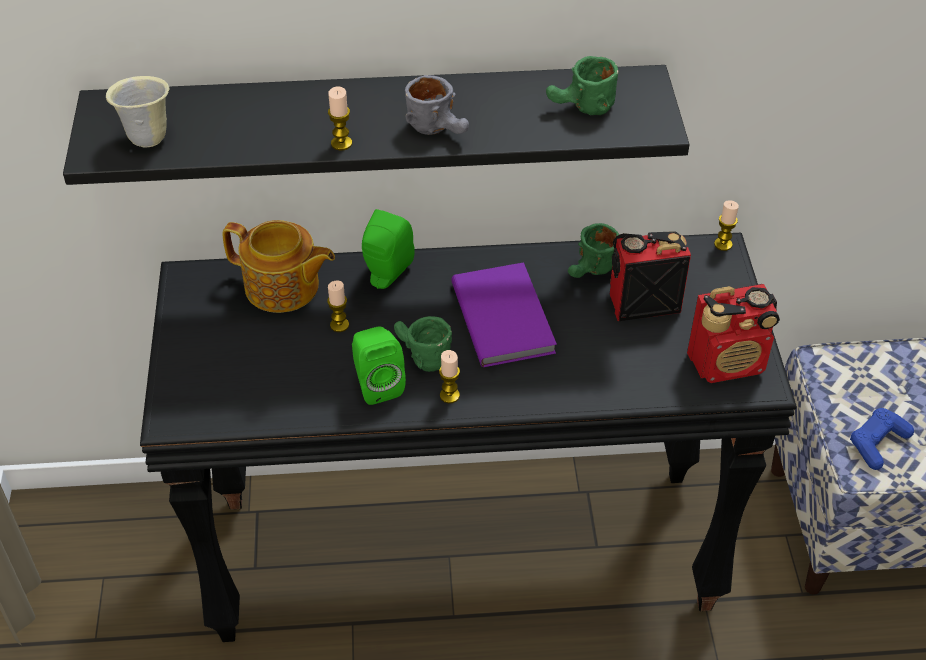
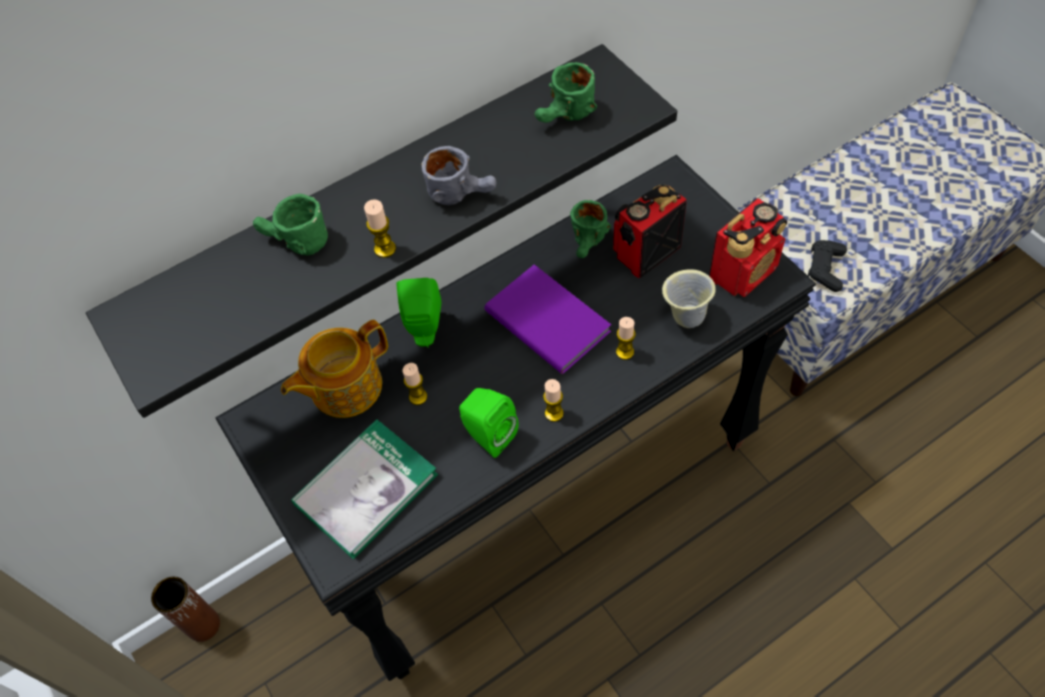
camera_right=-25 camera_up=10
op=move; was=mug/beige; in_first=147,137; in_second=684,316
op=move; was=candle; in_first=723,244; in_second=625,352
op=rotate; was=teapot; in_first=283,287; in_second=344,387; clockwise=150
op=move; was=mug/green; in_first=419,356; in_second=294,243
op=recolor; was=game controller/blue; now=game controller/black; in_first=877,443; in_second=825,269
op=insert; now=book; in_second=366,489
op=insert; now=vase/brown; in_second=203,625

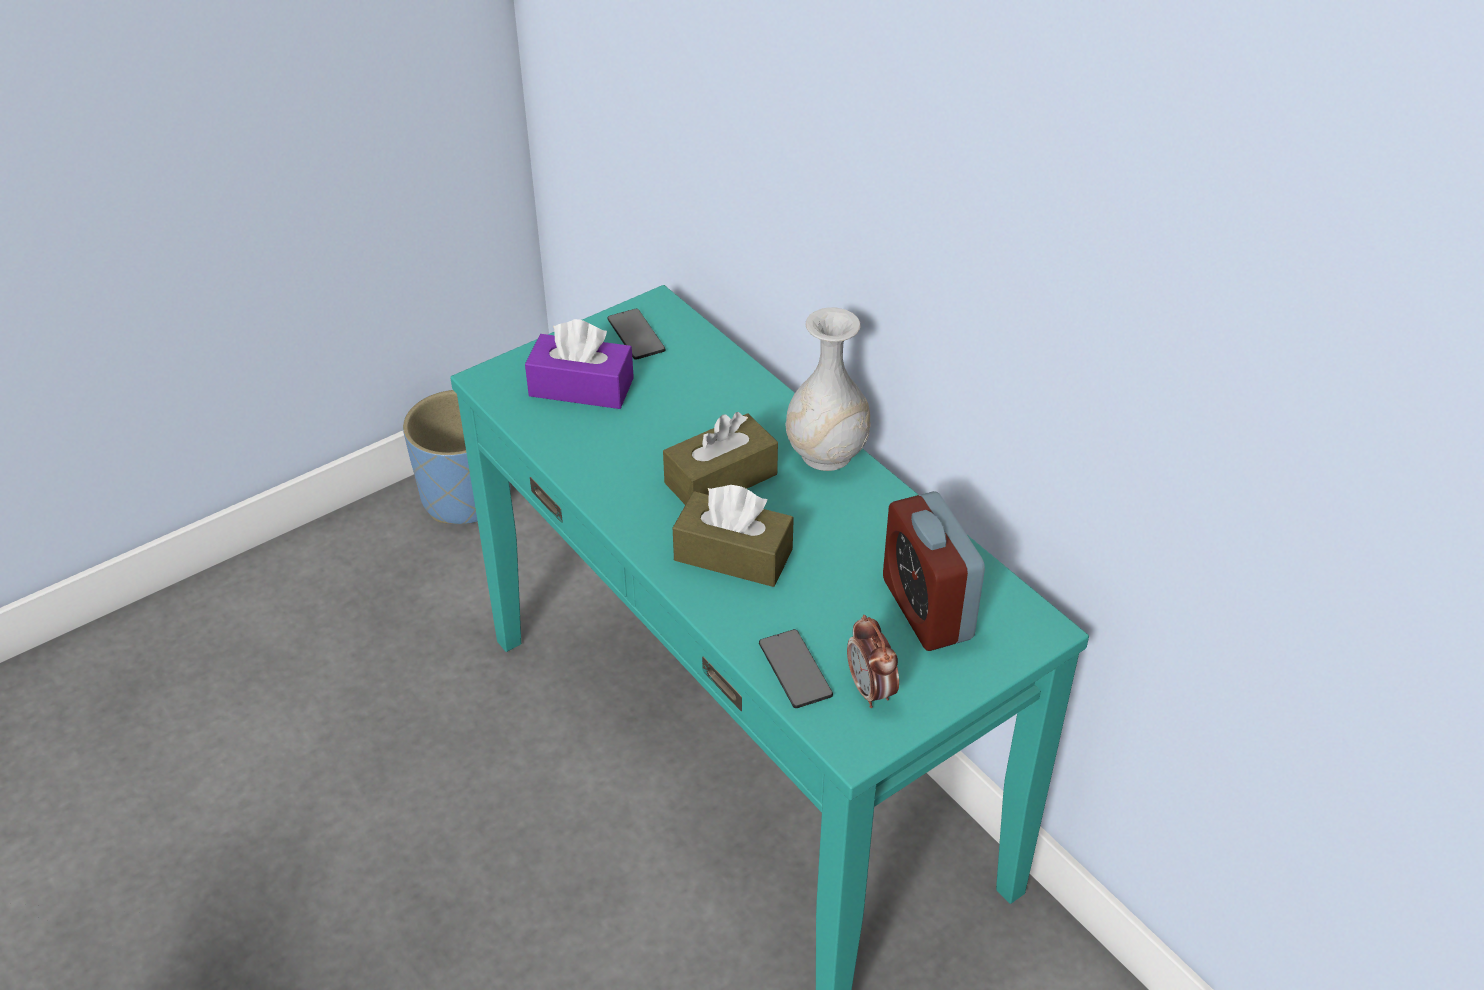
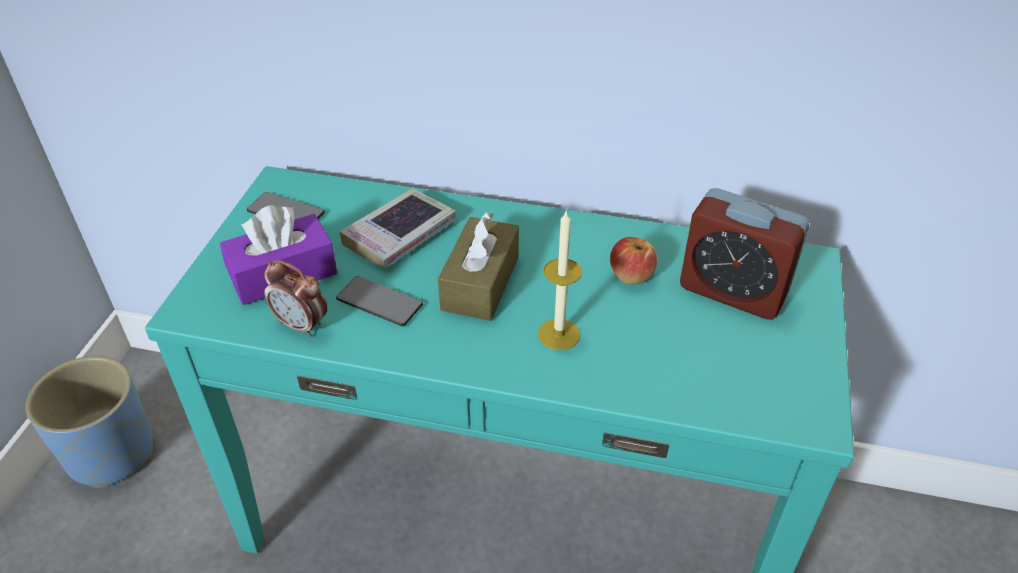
camera_right=-40 camera_up=0
op=delete; was=vase/white; in_first=827,454
op=replace; was=tissue box/brown; now=candle; in_first=733,555; in_second=559,334
op=move; was=alarm clock; in_first=871,690; in_second=302,325
op=move; was=phone; in_first=795,670; in_second=379,302
op=insert; now=book; in_second=400,235
op=insert; now=apple; in_second=631,275

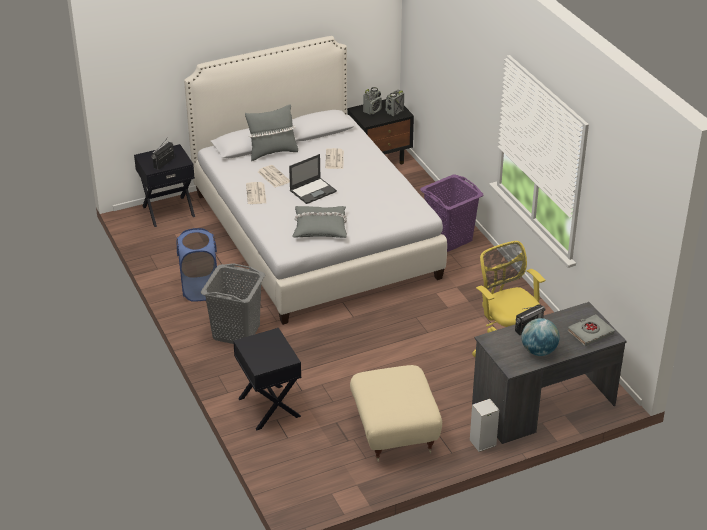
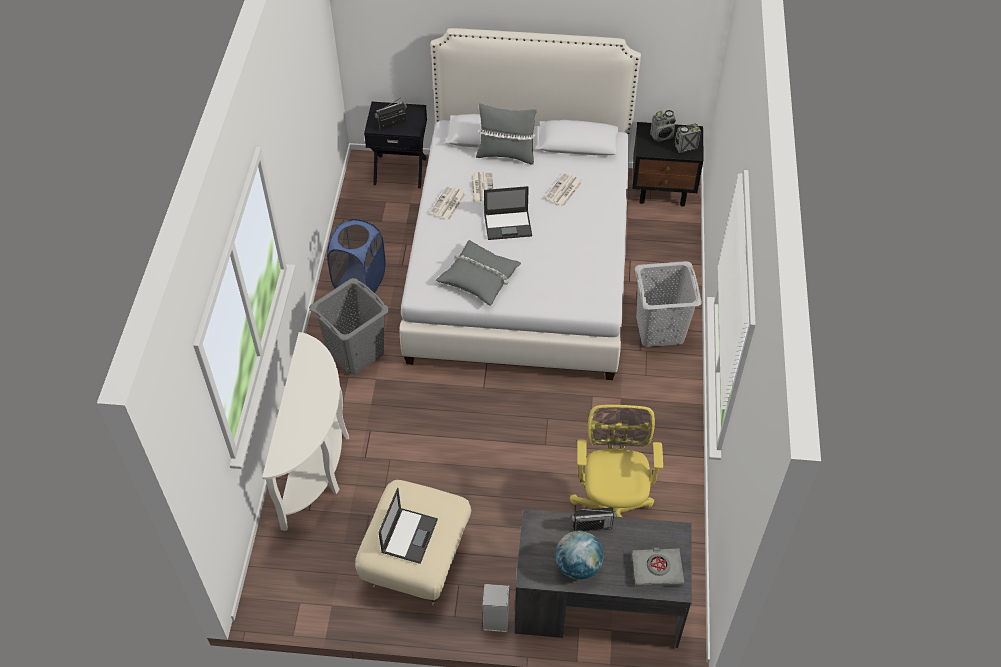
camera_right=30 camera_up=15
op=recolor; was=laundry basket/purple; now=laundry basket/grey; in_first=449,239; in_second=660,330
op=replace; was=nightstand/black; now=console table/white; in_first=268,407; in_second=318,462
op=insert; now=laptop; in_second=409,535

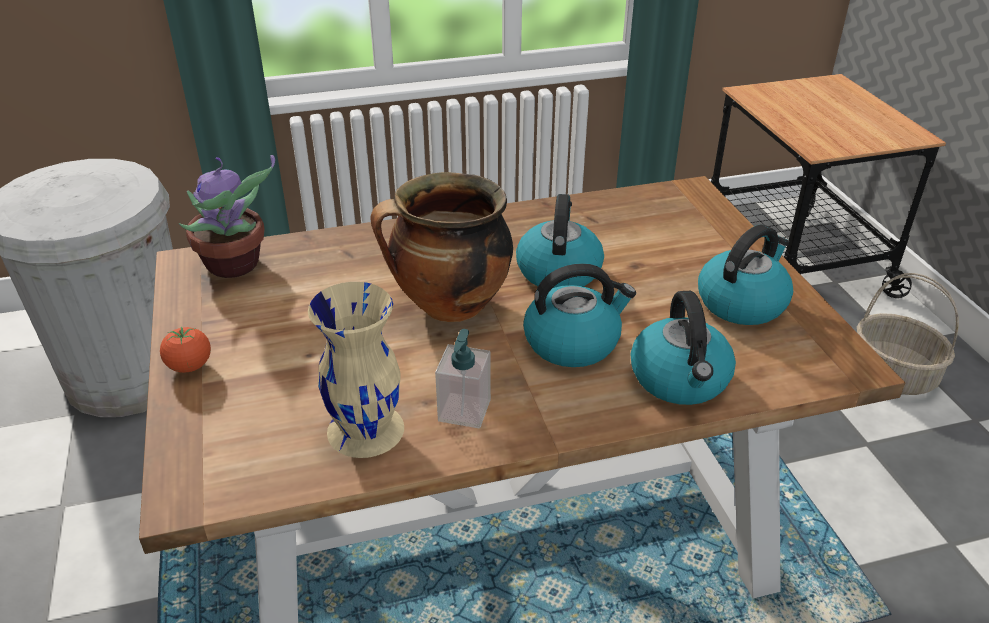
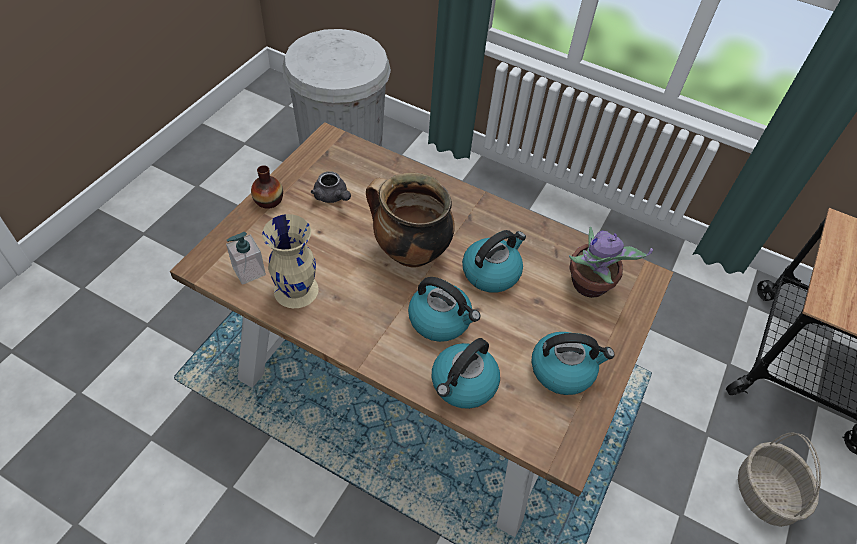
camera_right=40 camera_up=15
op=move; was=potted plant; in_first=235,266; in_second=589,286
op=replace; was=tomato; now=vase; in_first=190,366; in_second=268,200
op=move; was=soap dispenser; in_first=464,410; in_second=249,271
op=insert; now=teapot/grey; in_second=332,197

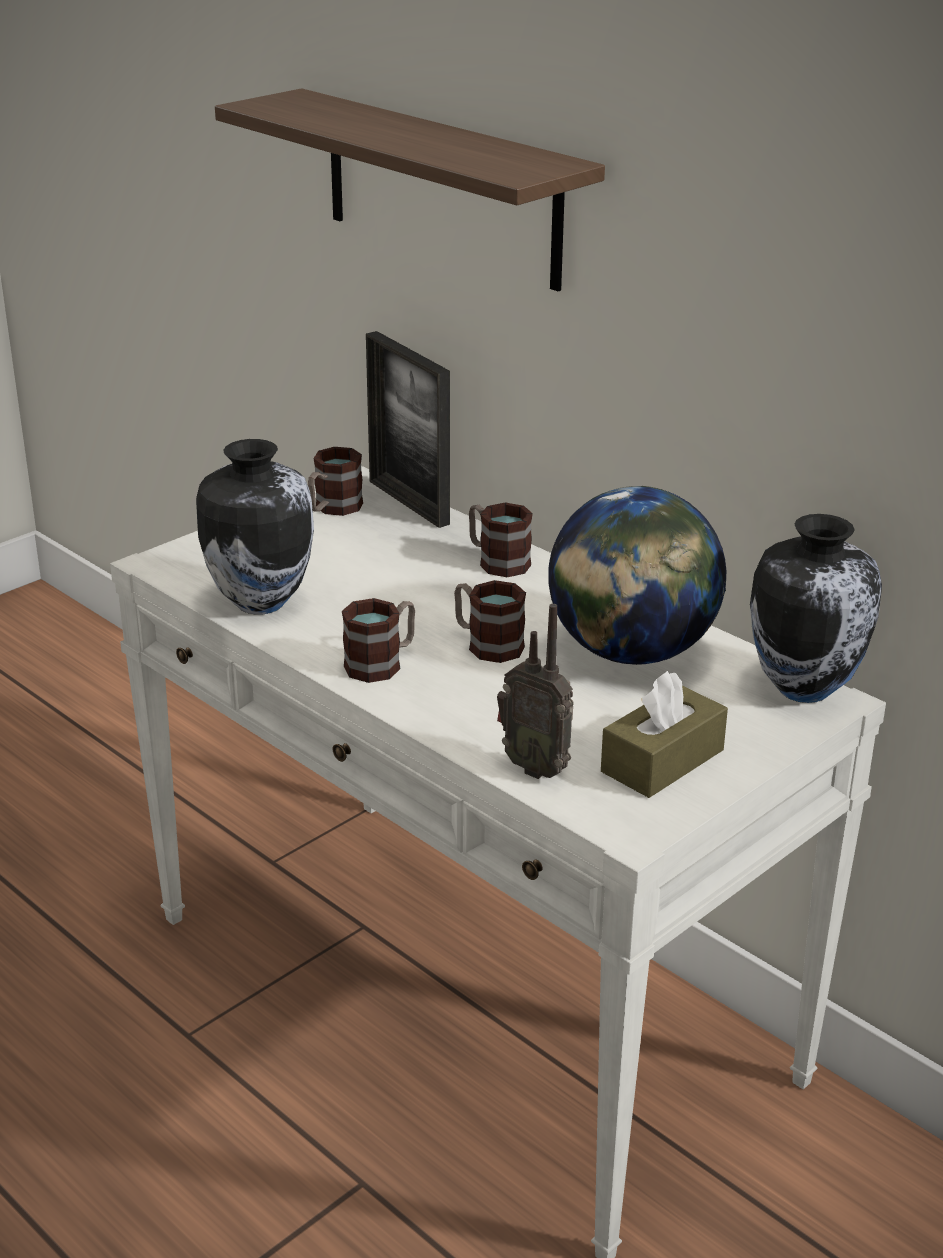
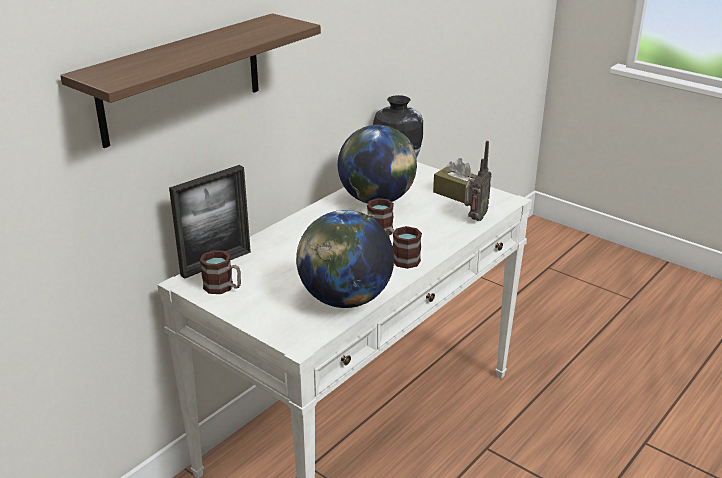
camera_right=-95 camera_up=0
op=replace; was=vase; now=globe; in_first=260,602; in_second=345,300
op=delete; was=mug; in_first=497,561

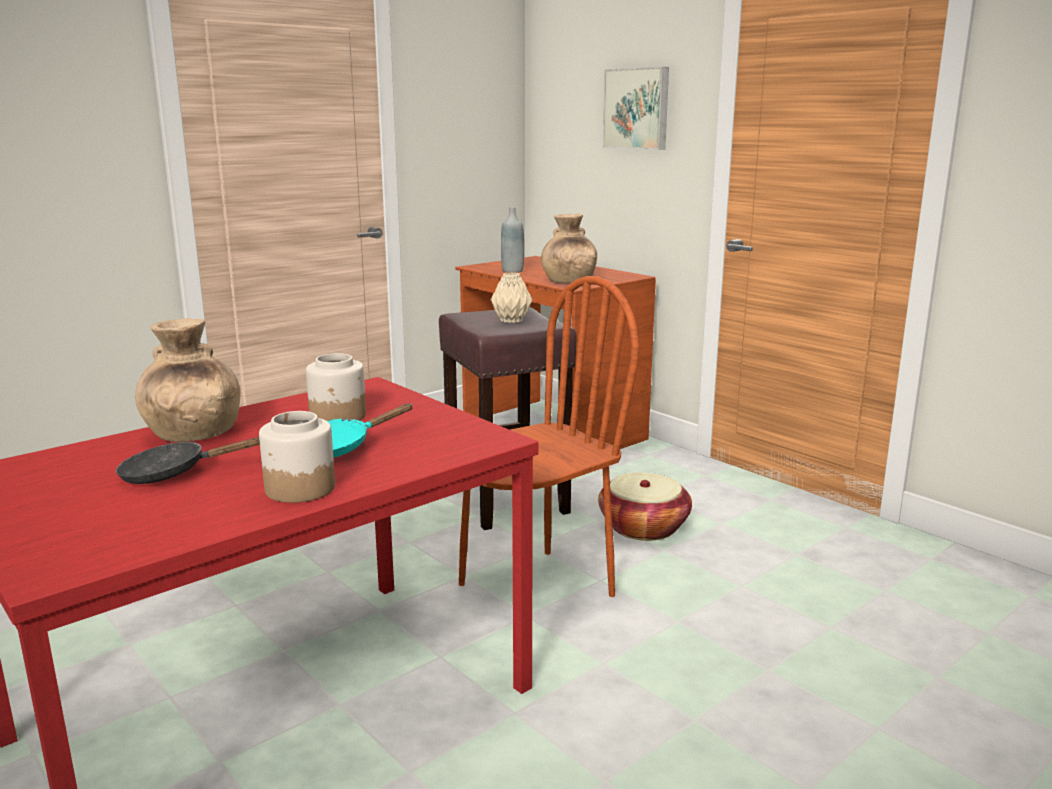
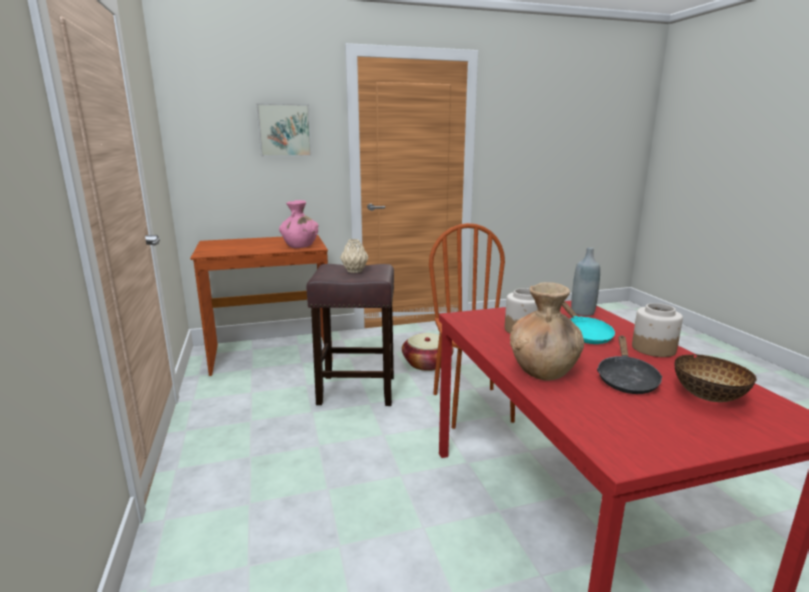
camera_right=-65 camera_up=0
op=move; was=bottle/grey; in_first=512,270; in_second=582,312
op=recolor; was=vase/brown; now=vase/pink; in_first=568,281; in_second=300,246
op=insert; now=bowl; in_second=709,397

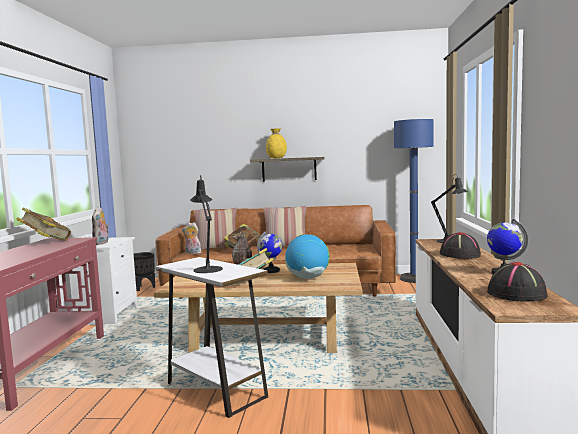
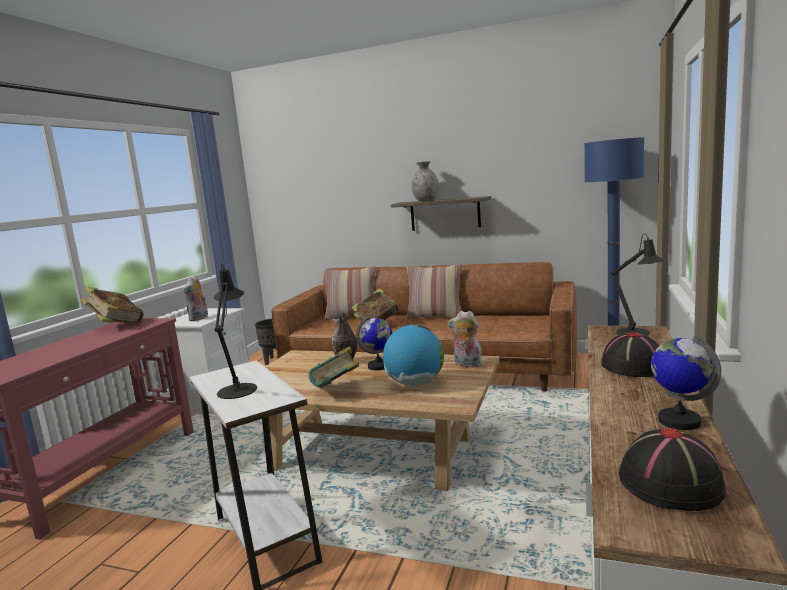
camera_right=15 camera_up=5
op=recolor; was=vase/yellow; now=vase/grey; in_first=276,158; in_second=426,200
op=move; was=plush toy; in_first=192,253; in_second=466,364

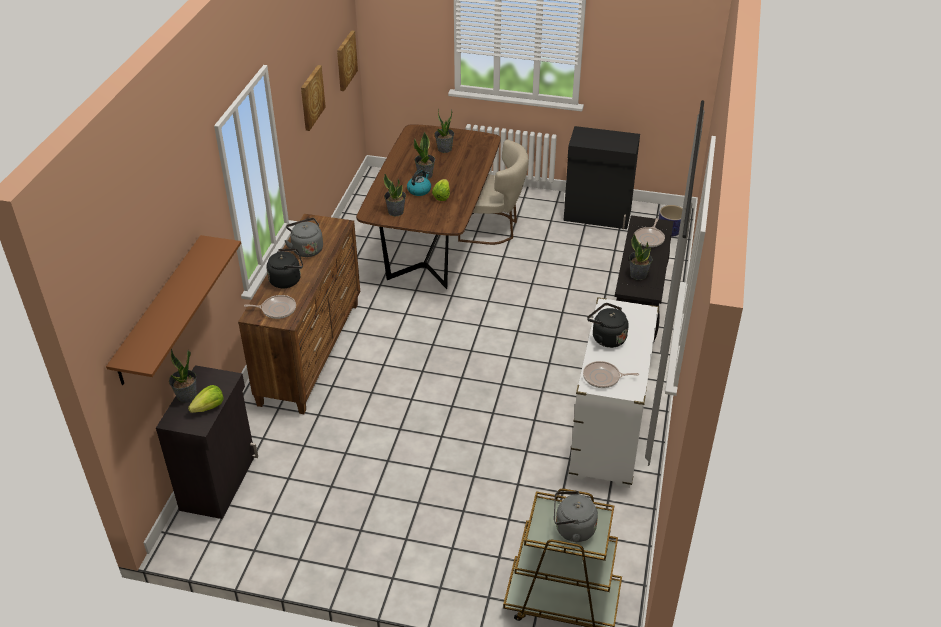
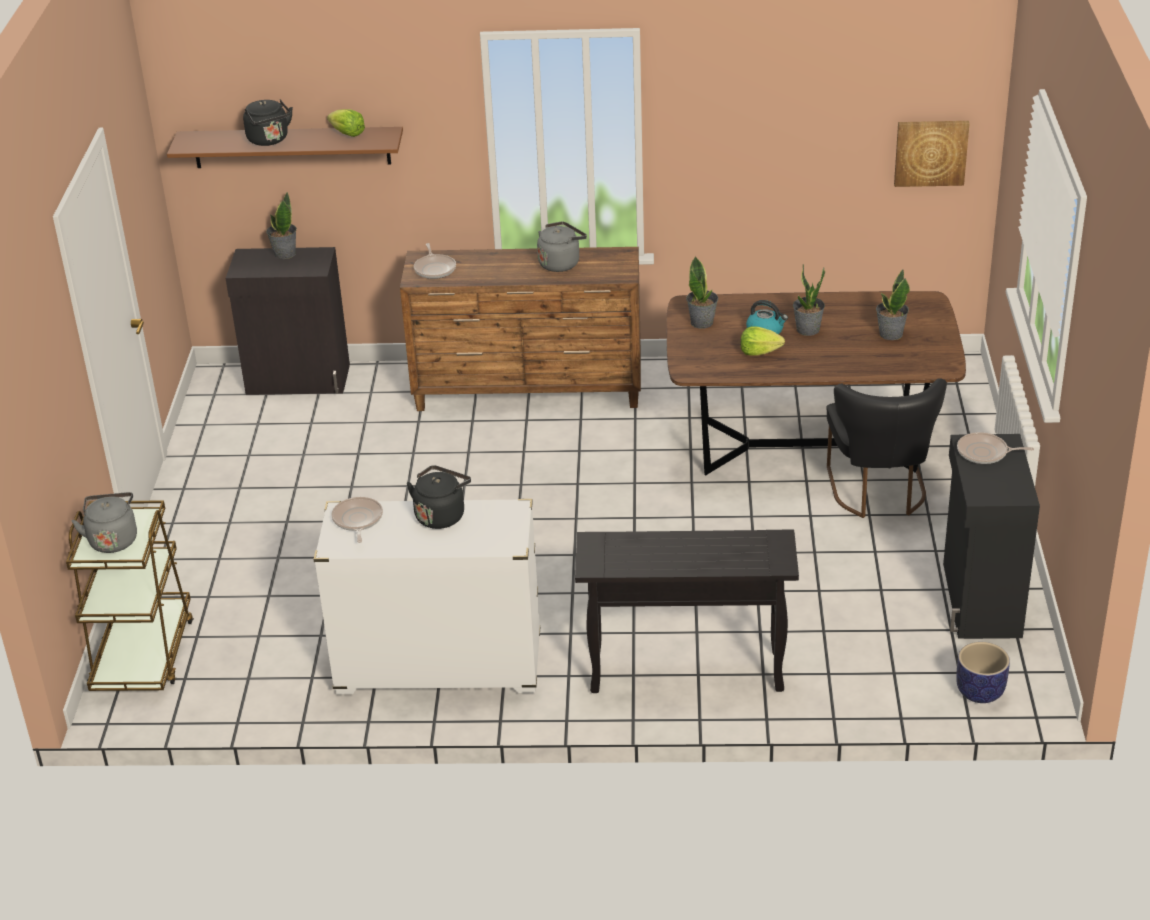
camera_right=80 camera_up=-5
op=delete; was=picture; in_first=311,97
op=recolor; was=chair/beige; now=chair/black; in_first=491,228; in_second=879,493
op=move; was=frying pan; in_first=649,238; in_second=985,453
op=delete; was=potted plant; in_first=638,274
op=move; was=kettle/black; in_first=287,280; in_second=269,140
op=move; was=lettuce; in_first=209,407; in_second=347,133

